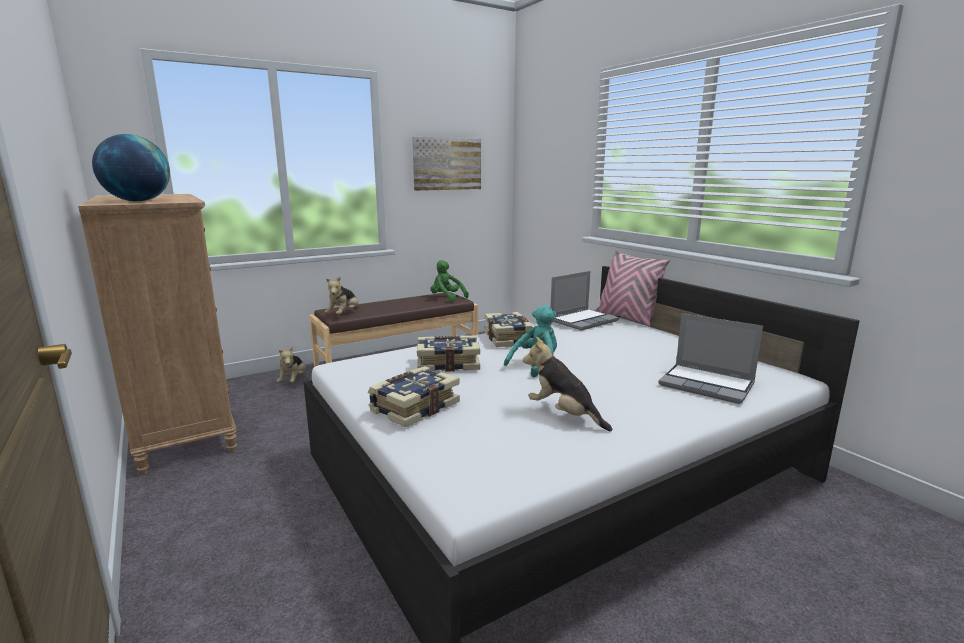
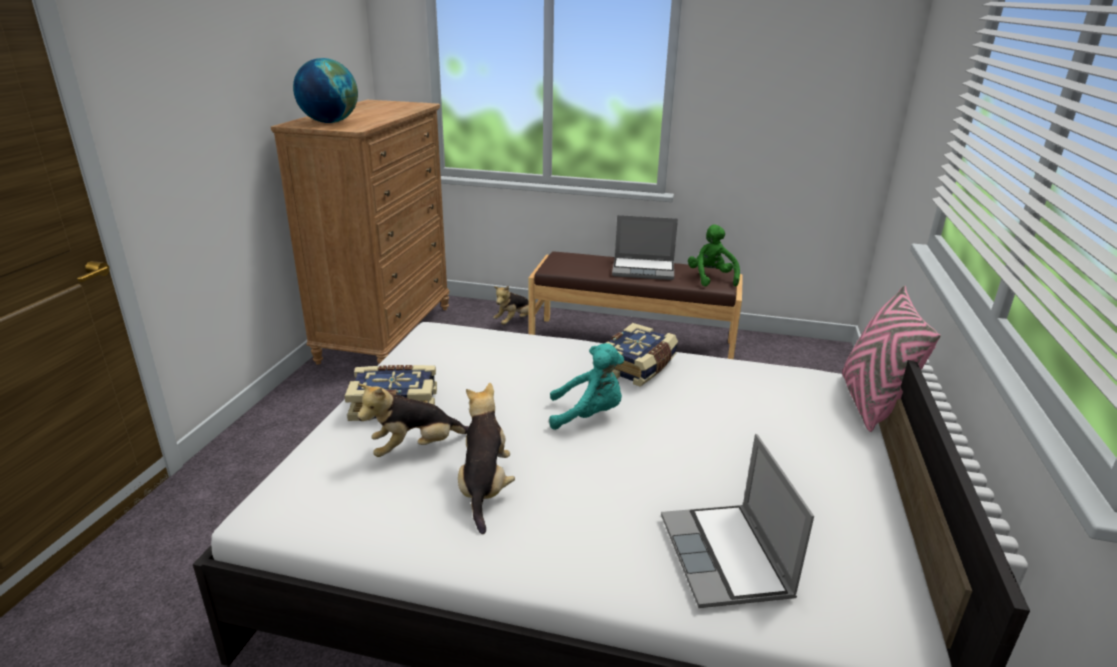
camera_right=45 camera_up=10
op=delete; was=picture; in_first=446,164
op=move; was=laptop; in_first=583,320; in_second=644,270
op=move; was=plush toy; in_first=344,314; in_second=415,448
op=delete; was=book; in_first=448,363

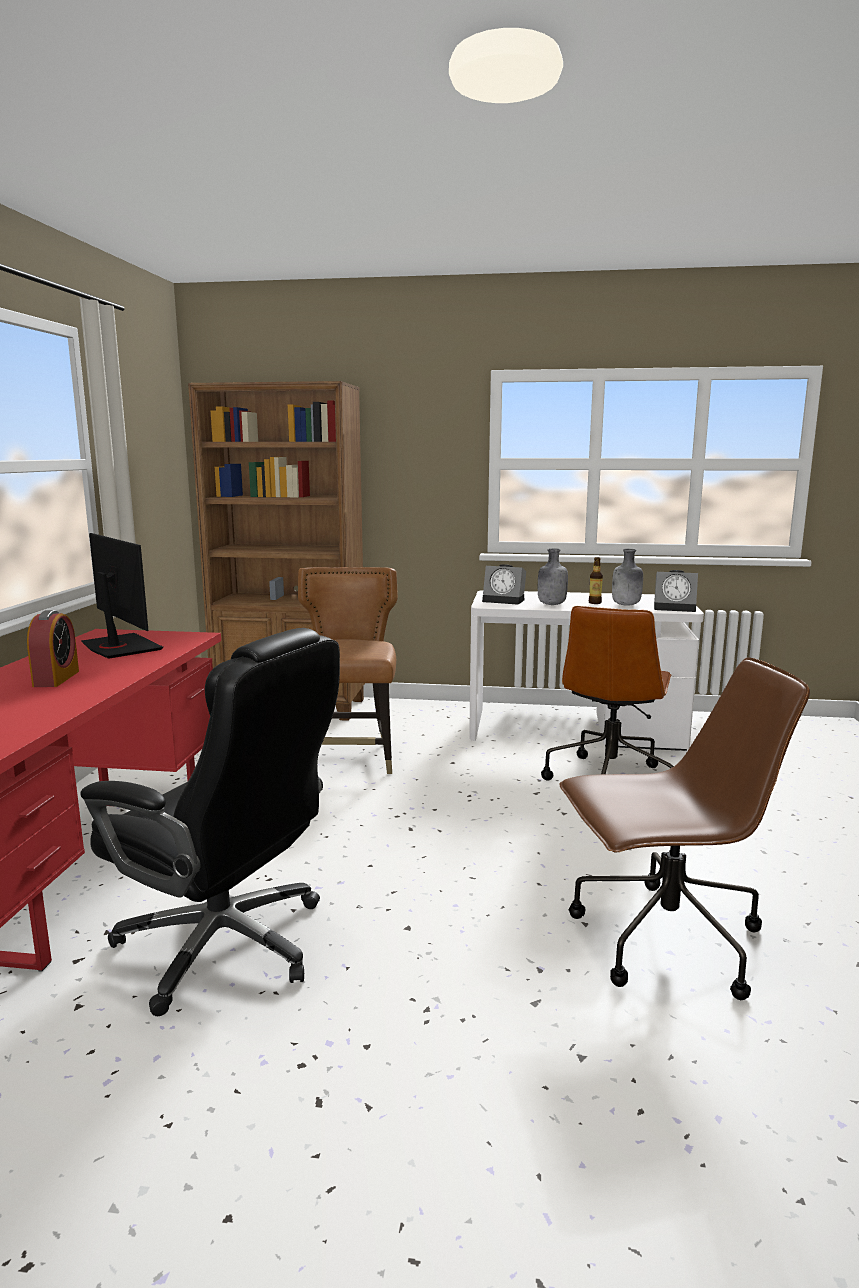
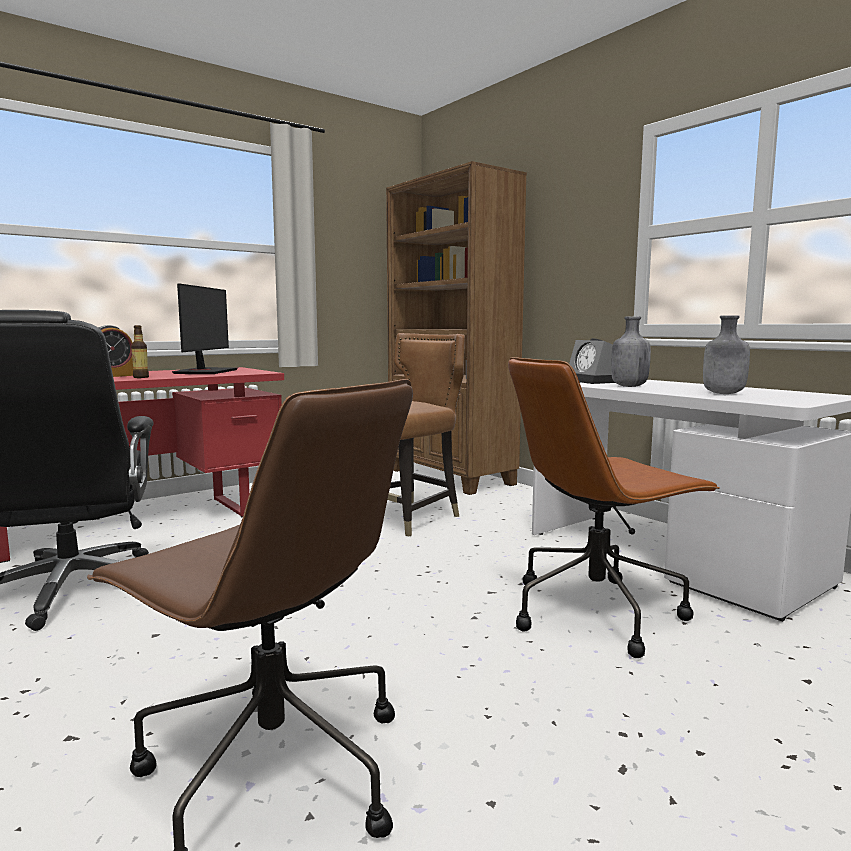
camera_right=45 camera_up=-5
op=move; was=bottle; in_first=595,603; in_second=141,377
op=delete; was=alarm clock; in_first=675,608

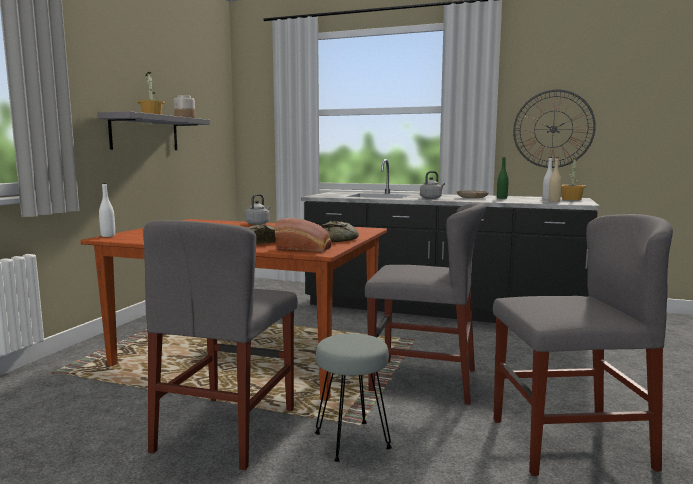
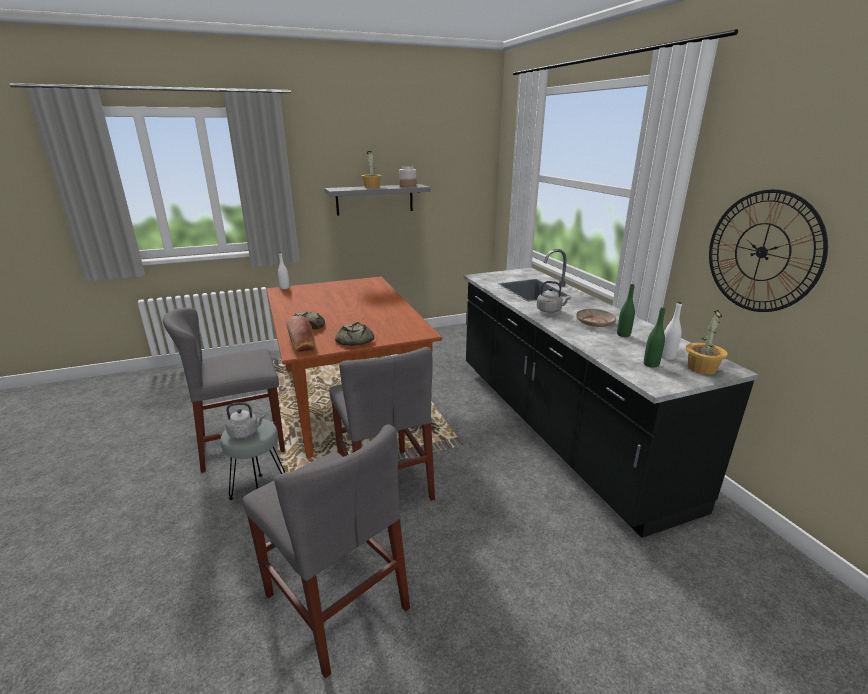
camera_right=50 camera_up=15
op=recolor; was=bottle/beige; now=bottle/green; in_first=554,201; in_second=651,364
op=move; was=kettle/grey; in_first=258,223; in_second=245,433

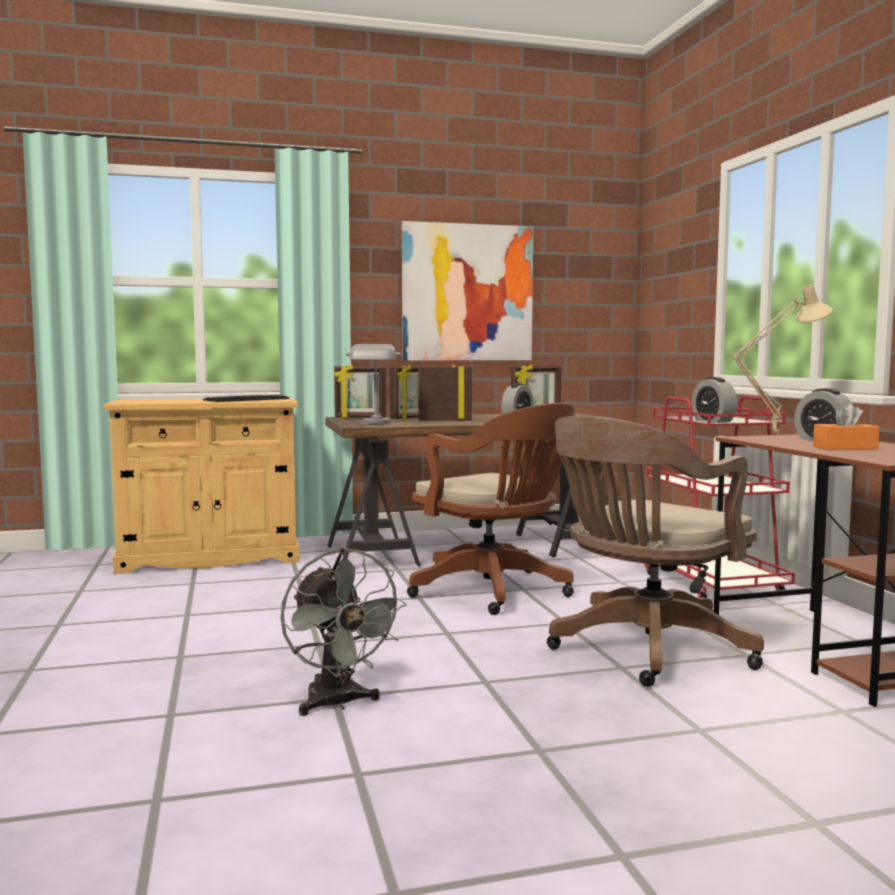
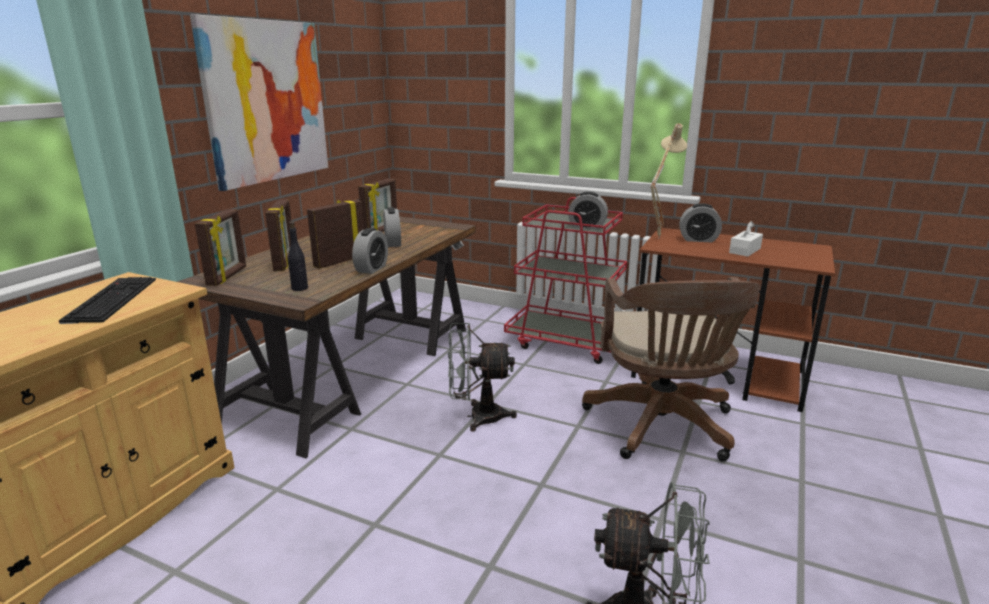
camera_right=-50 camera_up=15
op=replace; was=table lamp/grey; now=bottle/black; in_first=375,424; in_second=300,288
op=rotate; was=picture frame; in_first=360,418; in_second=228,276; clockwise=-45
op=replace; was=office chair/brown; now=fan/grey; in_first=495,592; in_second=477,417
op=recolor; was=tissue box/orange; now=tissue box/white; in_first=845,448; in_second=745,250
op=insert; now=alarm clock; in_second=371,269

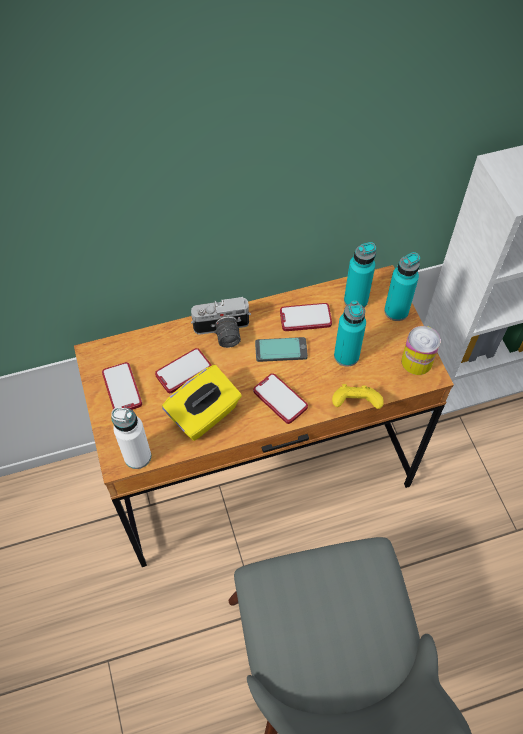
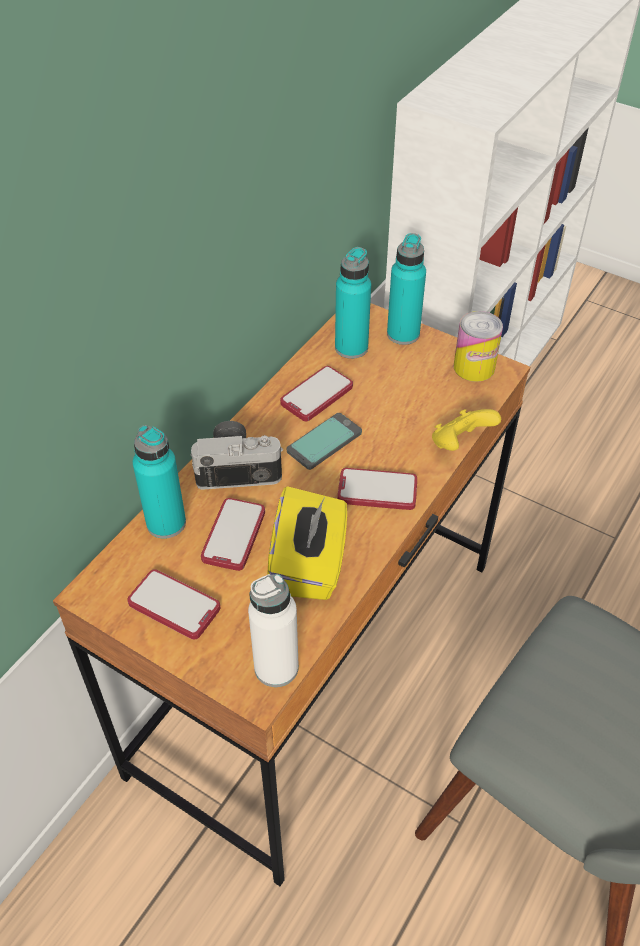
camera_right=-40 camera_up=-10
op=rotate; was=photo camera; in_first=222,333; in_second=238,466; clockwise=-135
op=move; was=bottle/turquoise; in_first=346,356; in_second=166,523

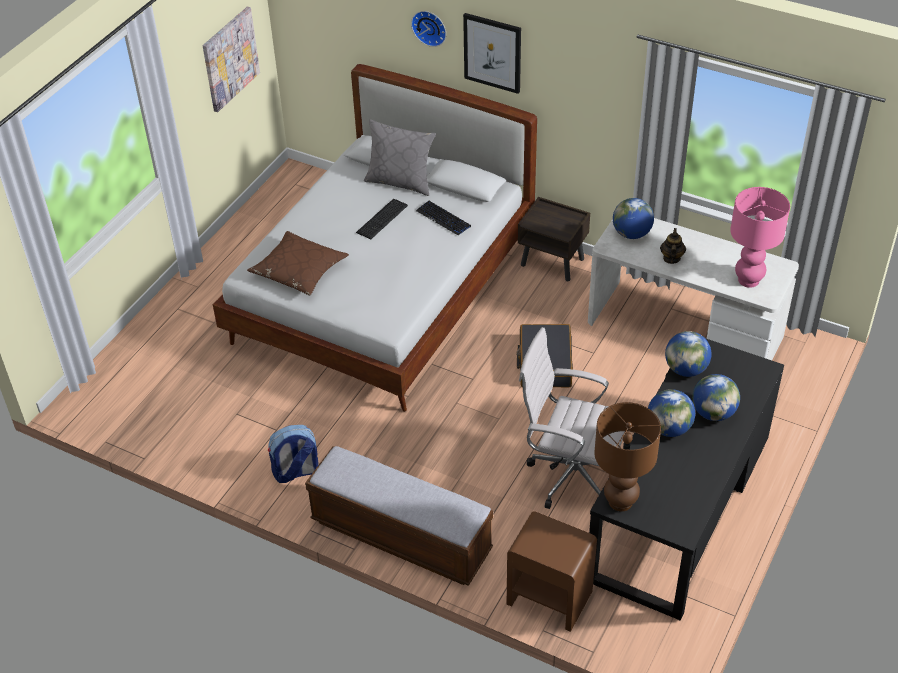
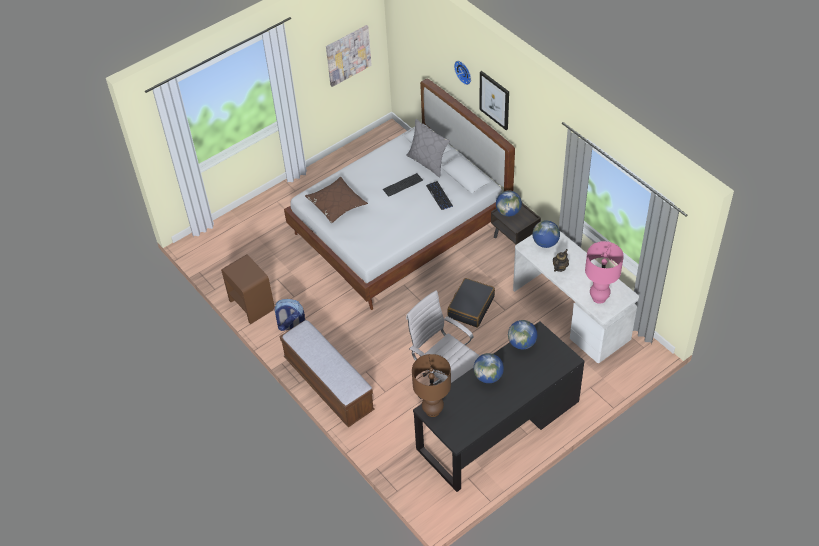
camera_right=25 camera_up=5
op=move; was=globe; in_first=713,413; in_second=508,212
op=move; was=nightstand/brown; in_first=548,597; in_second=251,304

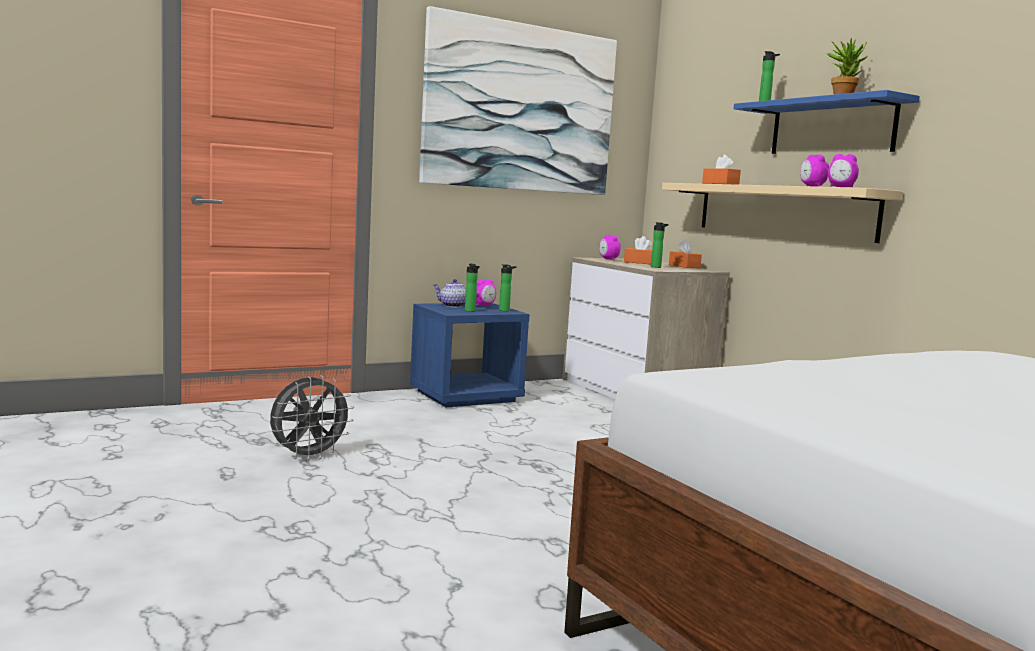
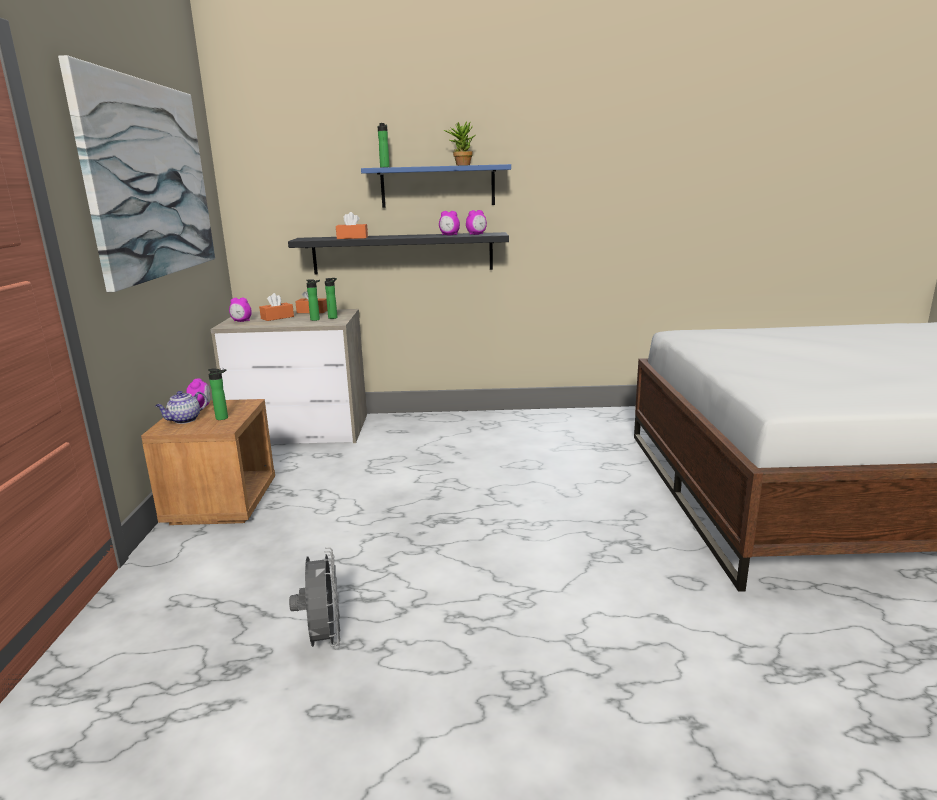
camera_right=-60 camera_up=10
op=recolor; was=shelf/beige; now=shelf/black; in_first=783,211; in_second=402,253
op=move; was=bottle; in_first=506,310; in_second=333,317
op=recolor; was=nightstand/blue; now=nightstand/brown; in_first=466,396; in_second=221,503

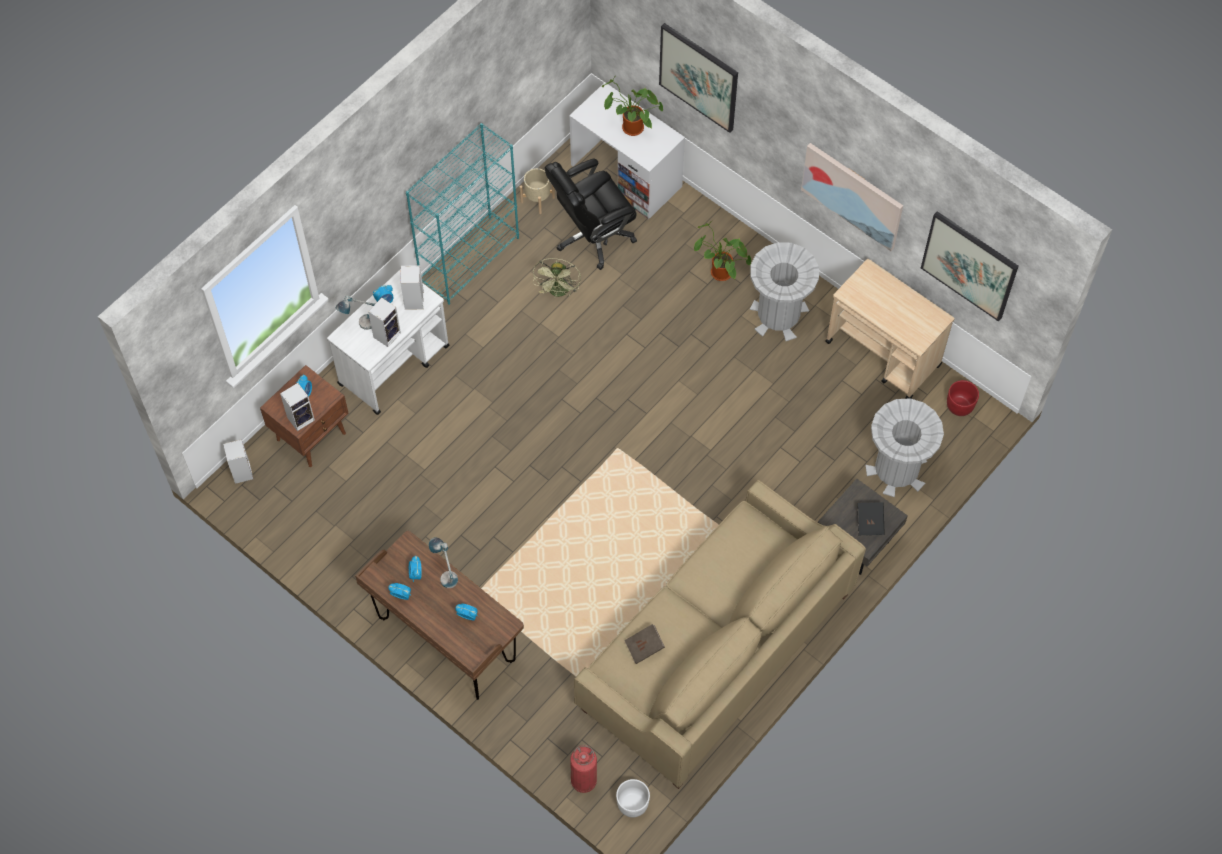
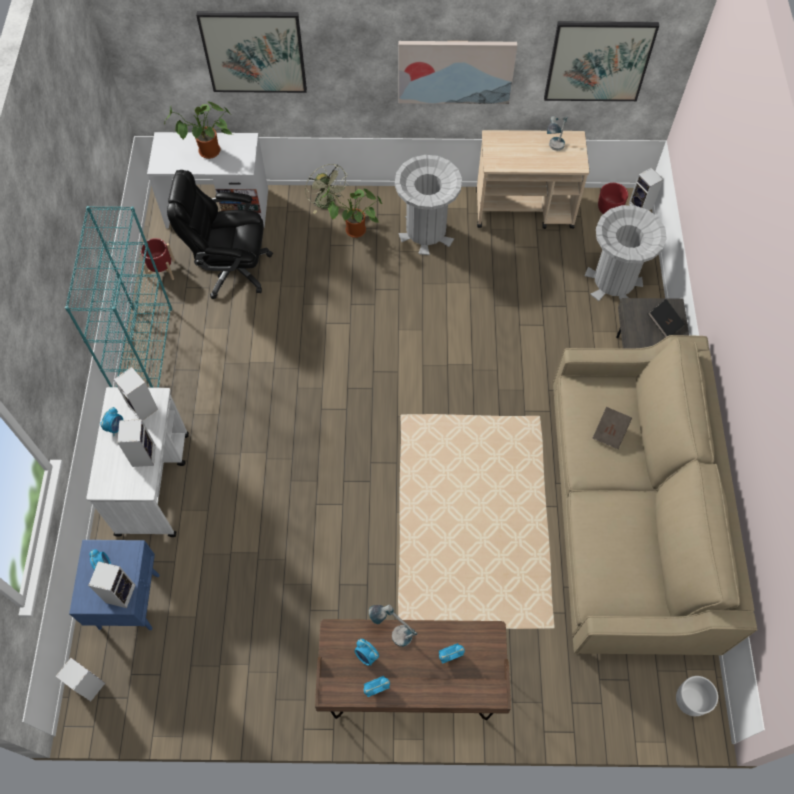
camera_right=-40 camera_up=0
op=rotate; was=office chair/black; in_first=592,236; in_second=231,268; clockwise=75
op=recolor; was=planter/beige; now=planter/red; in_first=537,199; in_second=161,270
op=move; was=fan/green; in_first=559,292; in_second=328,204
op=move; was=table lamp; in_first=360,324; in_second=553,149
op=recolor; was=nightstand/brown; now=nightstand/blue; in_first=312,436; in_second=130,600
op=move; was=book/brown; in_first=644,647; in_second=610,432
op=delete; was=fire extinguisher; in_first=583,781
op=insert; now=speaker; in_second=641,206

